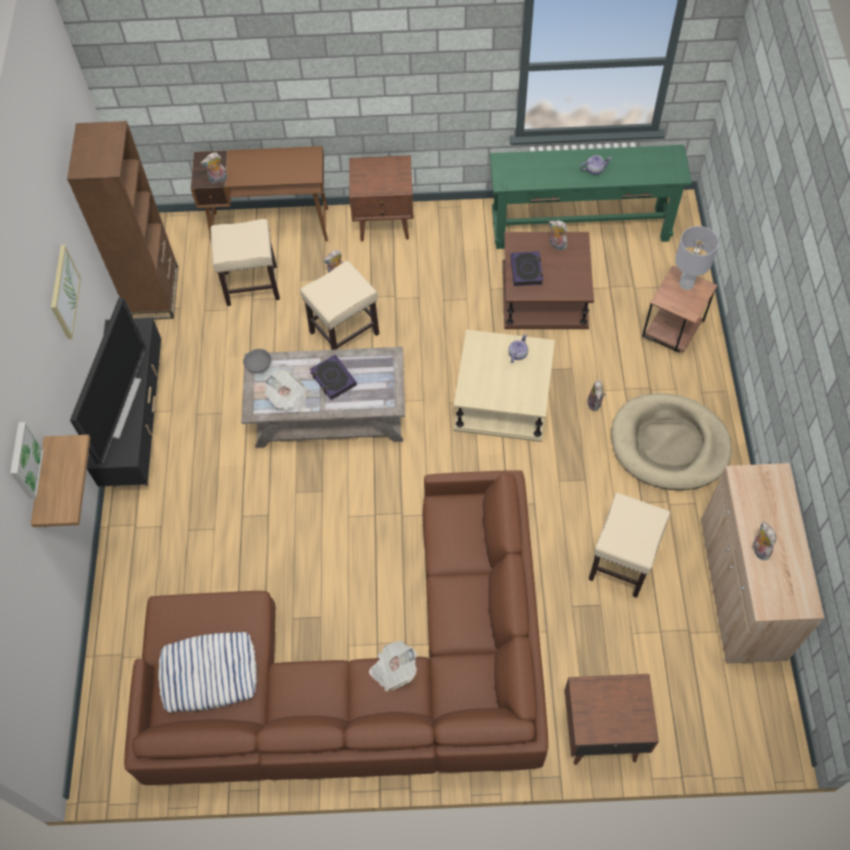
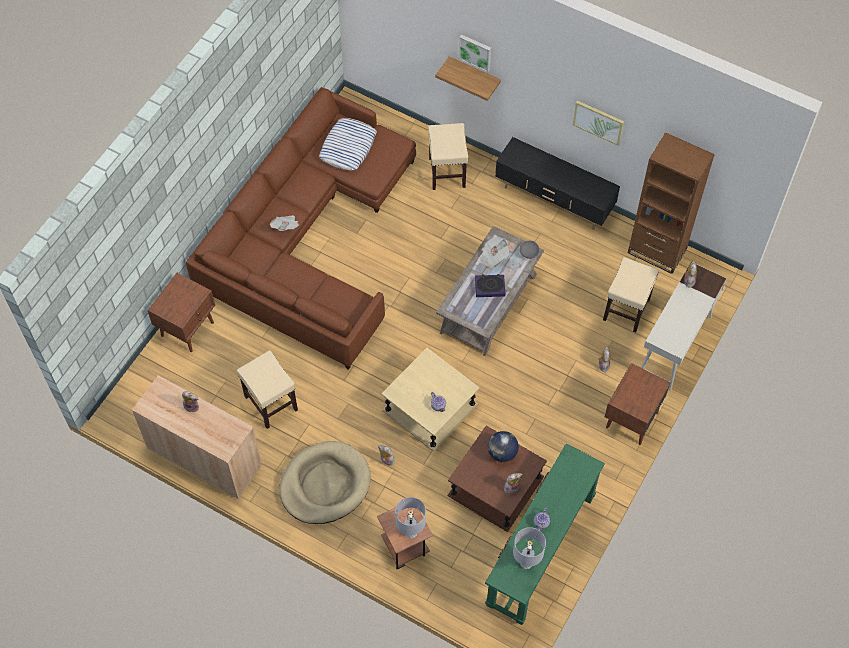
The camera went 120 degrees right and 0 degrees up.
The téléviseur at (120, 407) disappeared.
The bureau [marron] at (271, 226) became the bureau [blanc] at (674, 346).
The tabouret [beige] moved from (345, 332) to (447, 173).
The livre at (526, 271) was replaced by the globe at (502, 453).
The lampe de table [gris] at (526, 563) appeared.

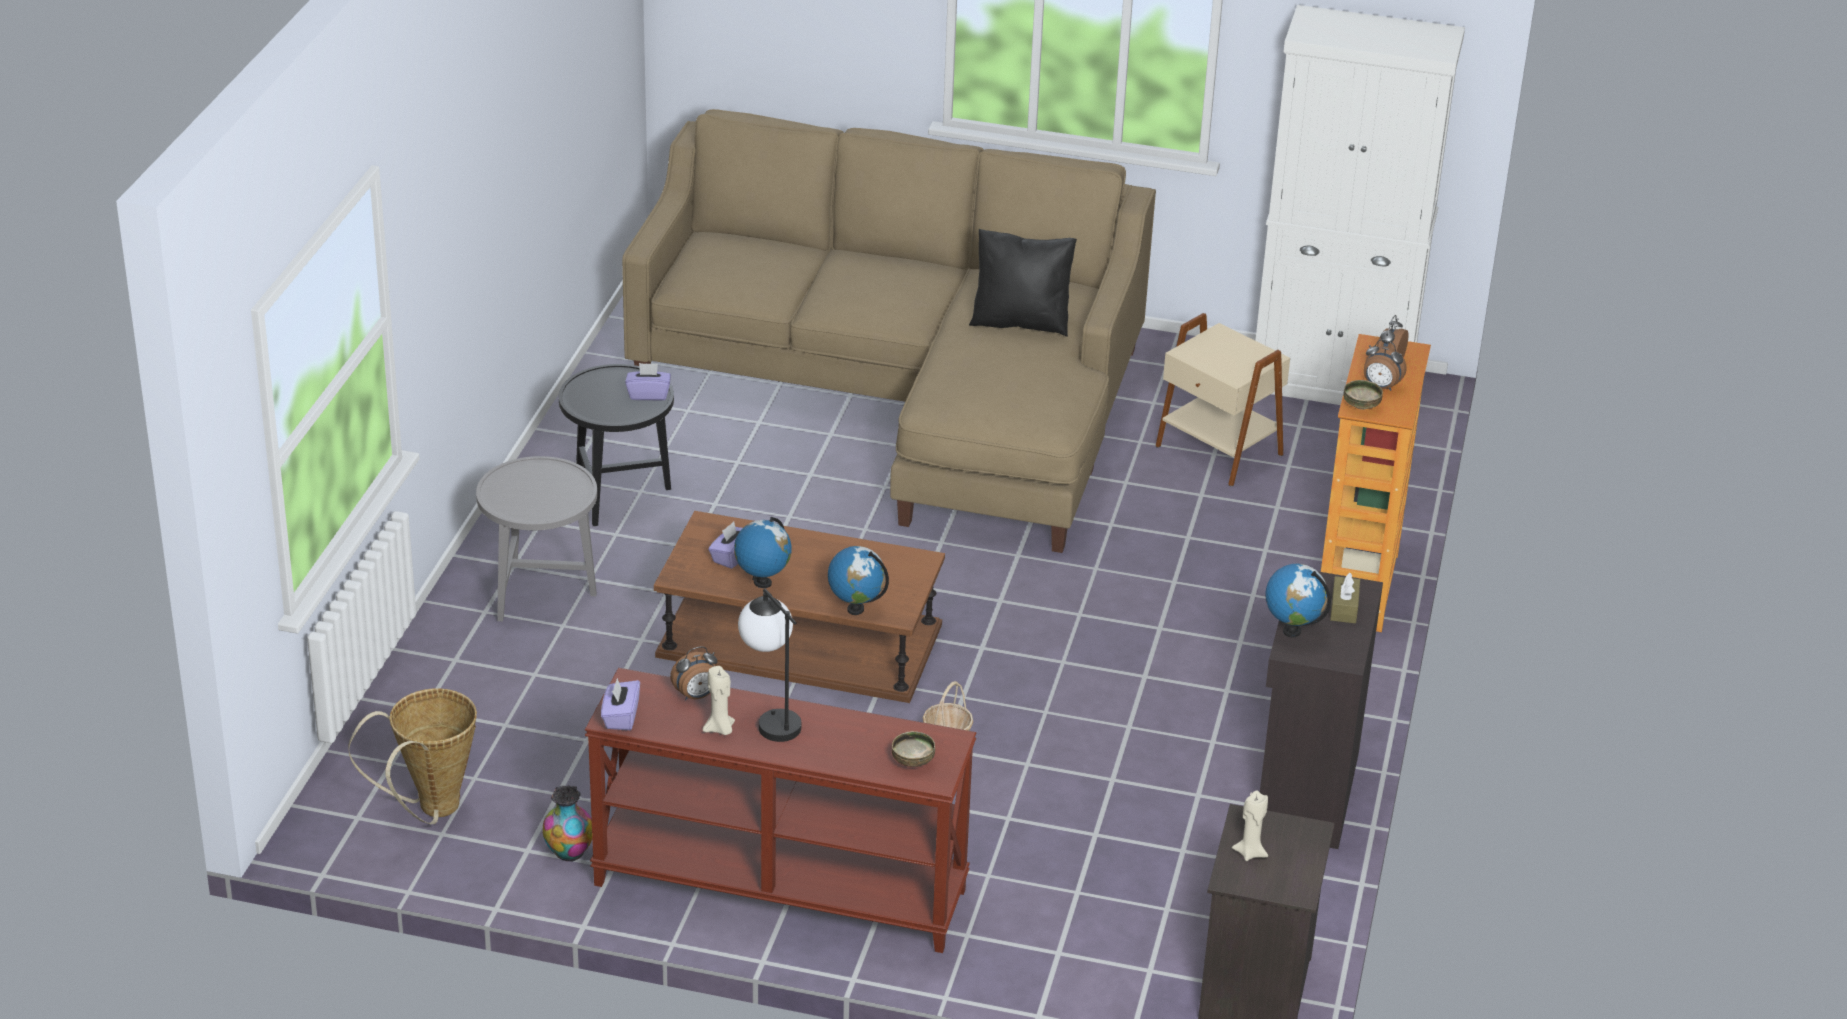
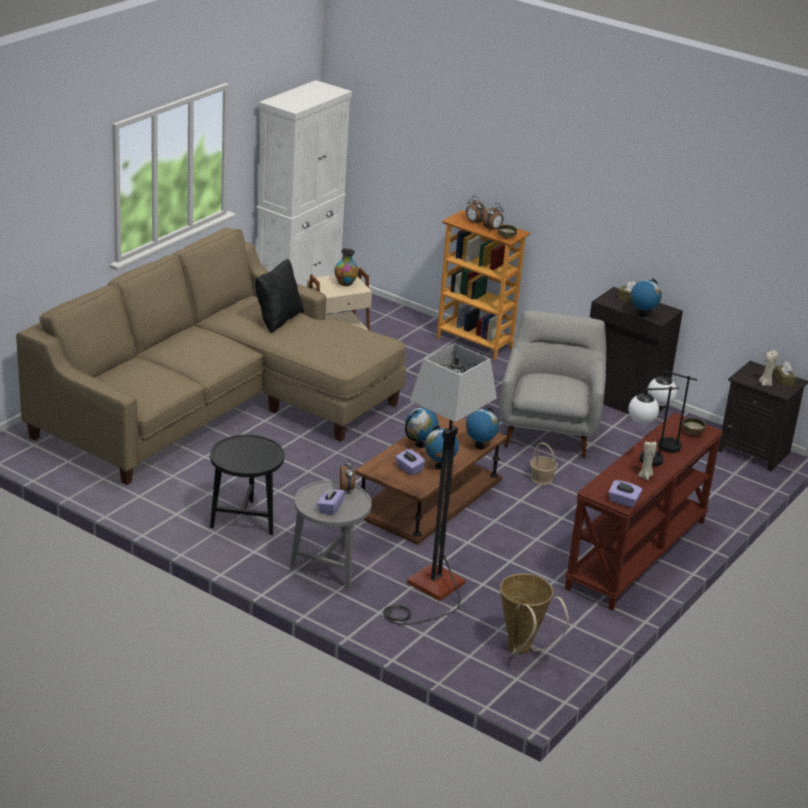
The camera went 70 degrees left and 5 degrees down.
The vase moved from (569, 853) to (345, 283).
The boîte à mouchoirs [violet] moved from (648, 394) to (330, 508).
The réveil moved from (696, 696) to (346, 490).
The lampadaire at (430, 592) appeared.
The globe at (420, 445) appeared.
The fauteuil [gris] at (548, 431) appeared.
The lampe de table at (659, 444) appeared.
The boîte à mouchoirs [marron] at (783, 380) appeared.

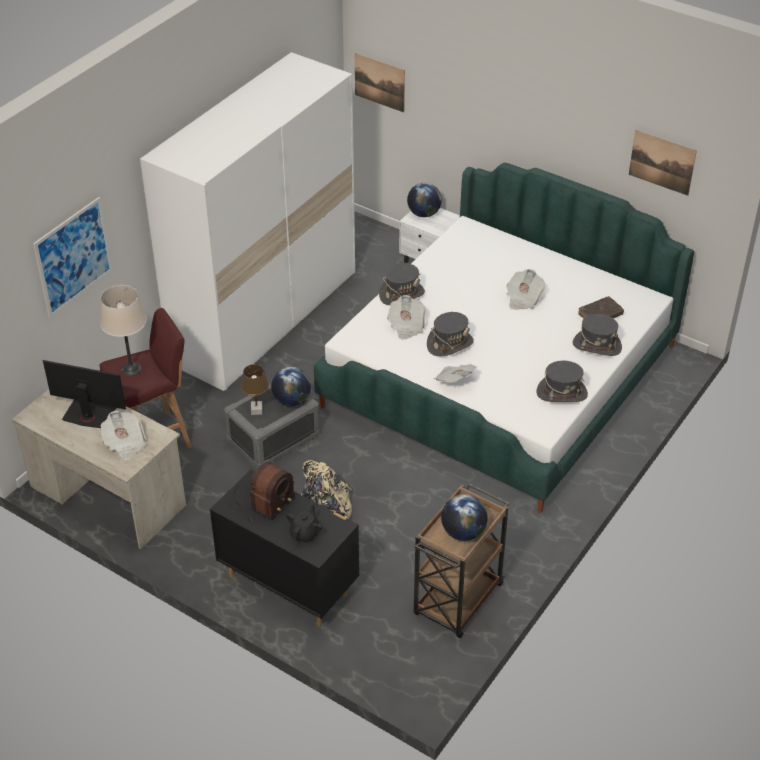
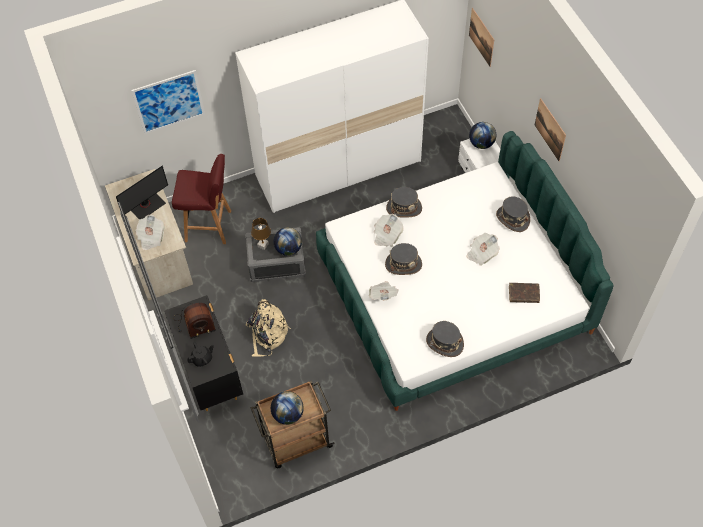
The camera went 35 degrees right and 15 degrees up.
The écran d'ordinateur at (89, 415) turned 90 degrees clockwise.
The lampe de table [beige] at (131, 369) disappeared.
The chapeau [gris] moved from (596, 345) to (512, 218).
The tableau moved from (662, 162) to (550, 129).

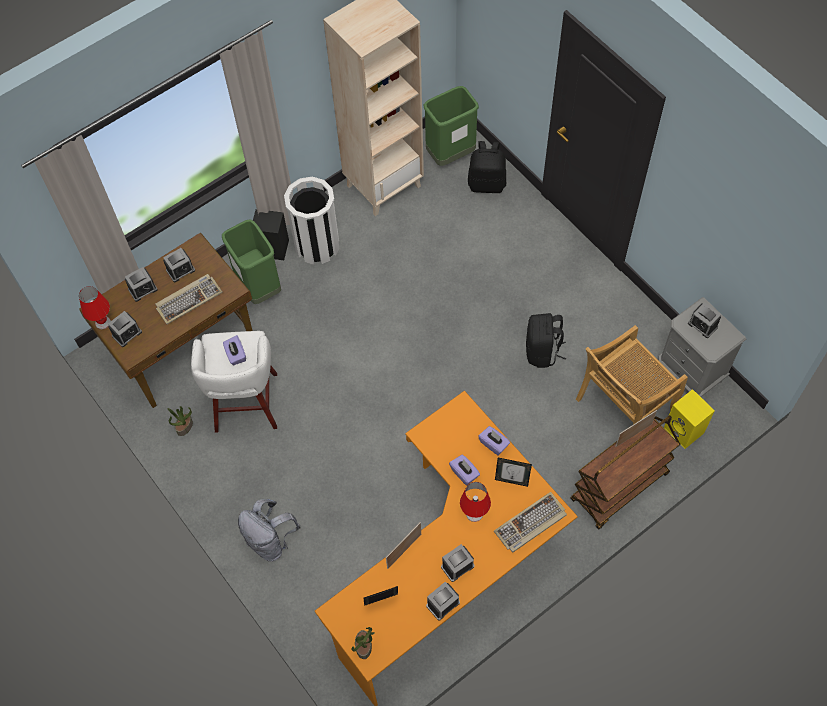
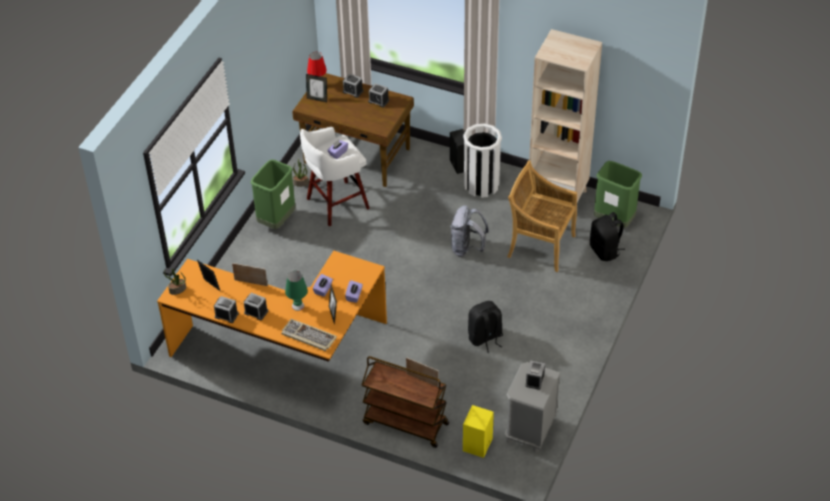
The camera went 60 degrees right and 15 degrees down.
The réveil at (127, 334) was replaced by the cadre photo at (317, 99).
The clavier at (189, 299) disappeared.
The poubelle [vert] moved from (259, 288) to (276, 220).
The sac à dos [gris] moved from (271, 540) to (467, 248).
The lampe de table [rouge] at (474, 513) became the lampe de table [vert] at (298, 306).
The chaise [beige] moved from (623, 406) to (540, 245).

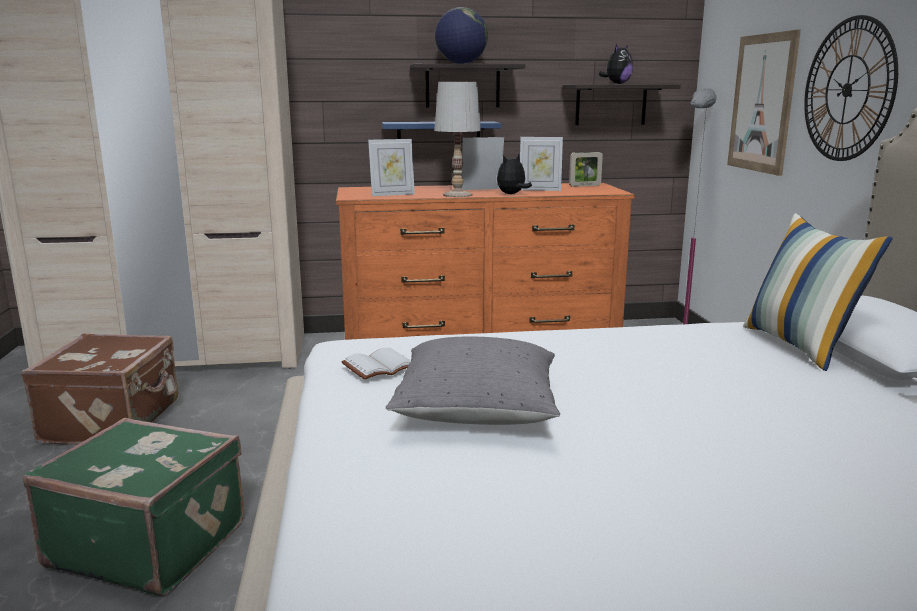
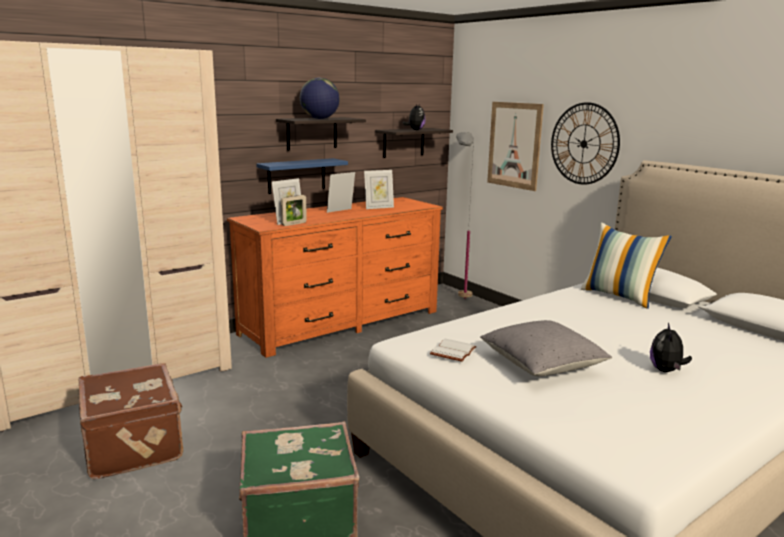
The camera went 30 degrees left and 0 degrees up.
The lampe de table [blanc] at (457, 195) disappeared.
The peluche moved from (512, 194) to (666, 370).
The cadre photo moved from (585, 186) to (294, 224).

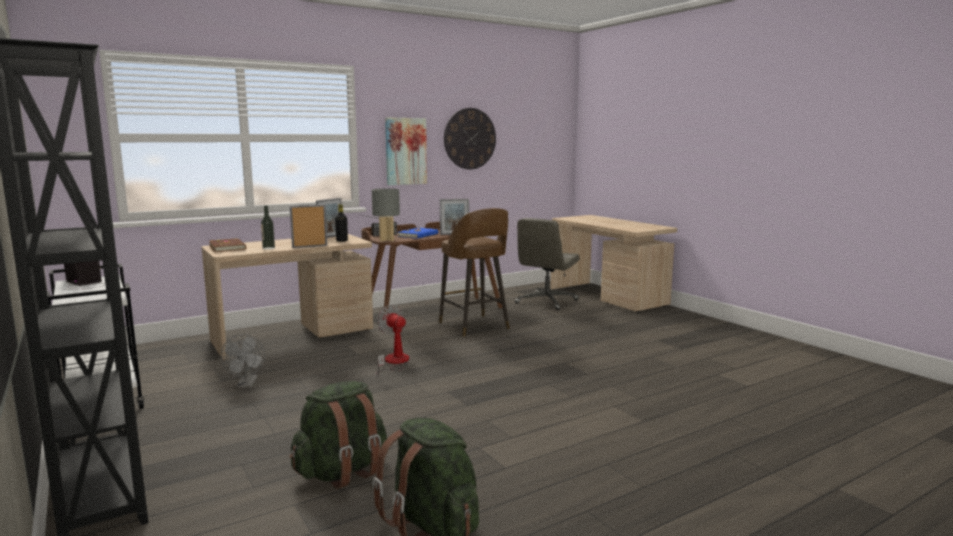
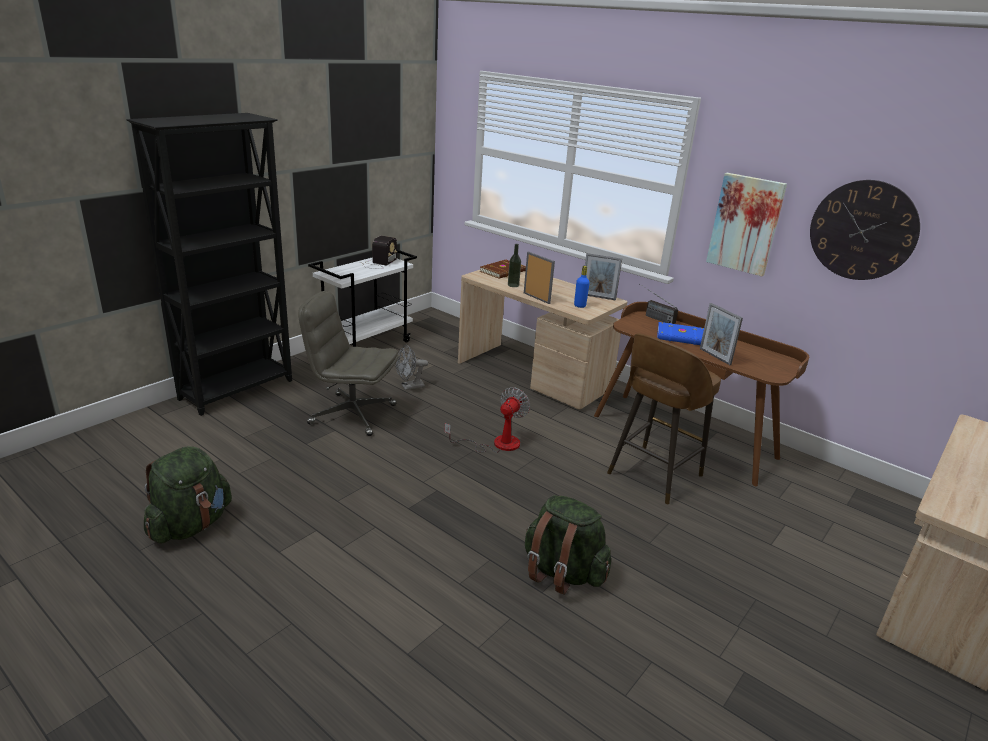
The camera went 70 degrees right and 15 degrees up.
The sac à dos [vert] moved from (342, 471) to (562, 572).
The bouteille [noir] at (342, 241) became the bouteille [bleu] at (579, 306).
The lampe de table [gris] at (386, 240) disappeared.
The chaise de bureau [gris] moved from (546, 302) to (351, 414).

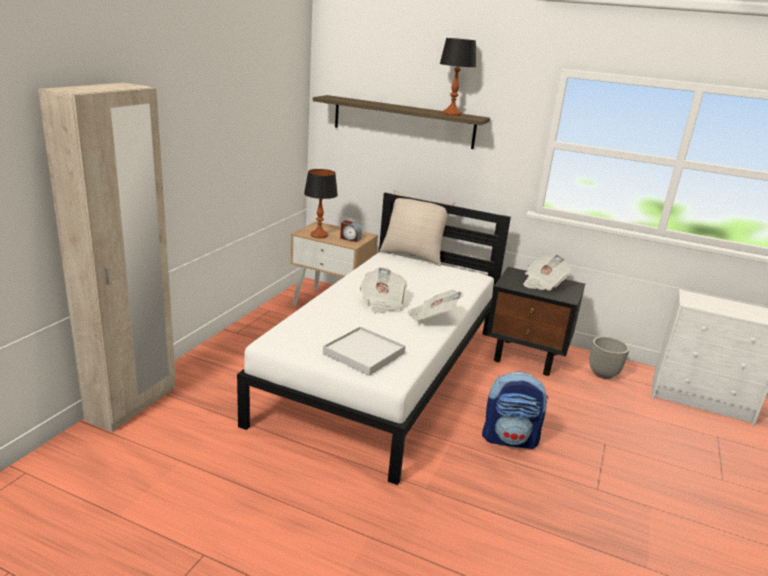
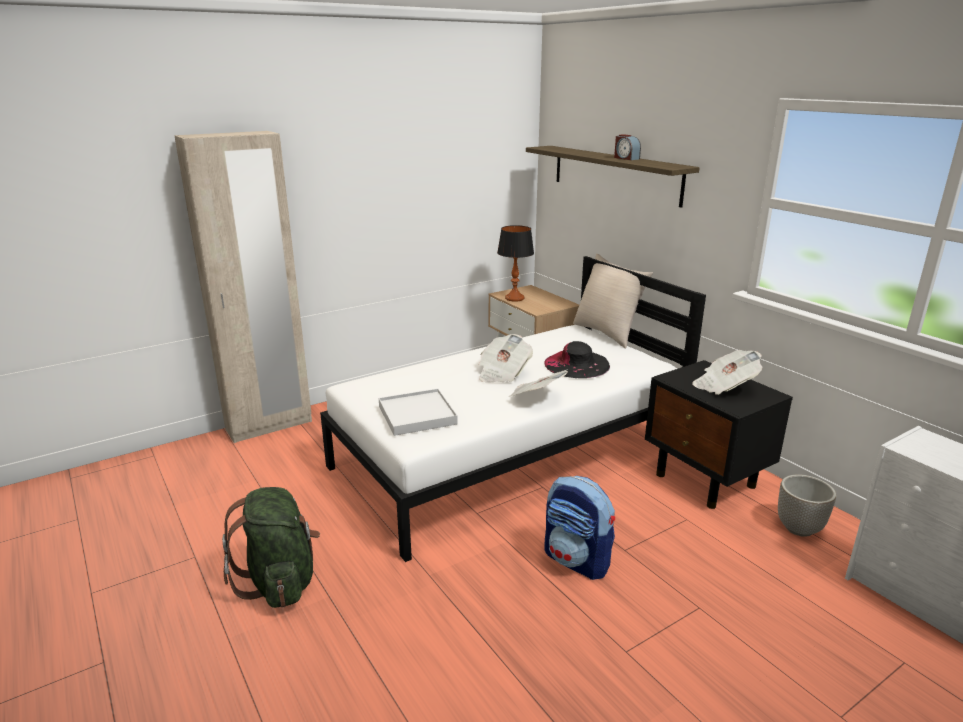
The camera went 35 degrees right and 0 degrees up.
The réveil moved from (350, 238) to (626, 158).
The lampe de table at (452, 114) disappeared.
The sac à dos [vert] at (280, 581) appeared.
The chapeau [noir] at (576, 364) appeared.

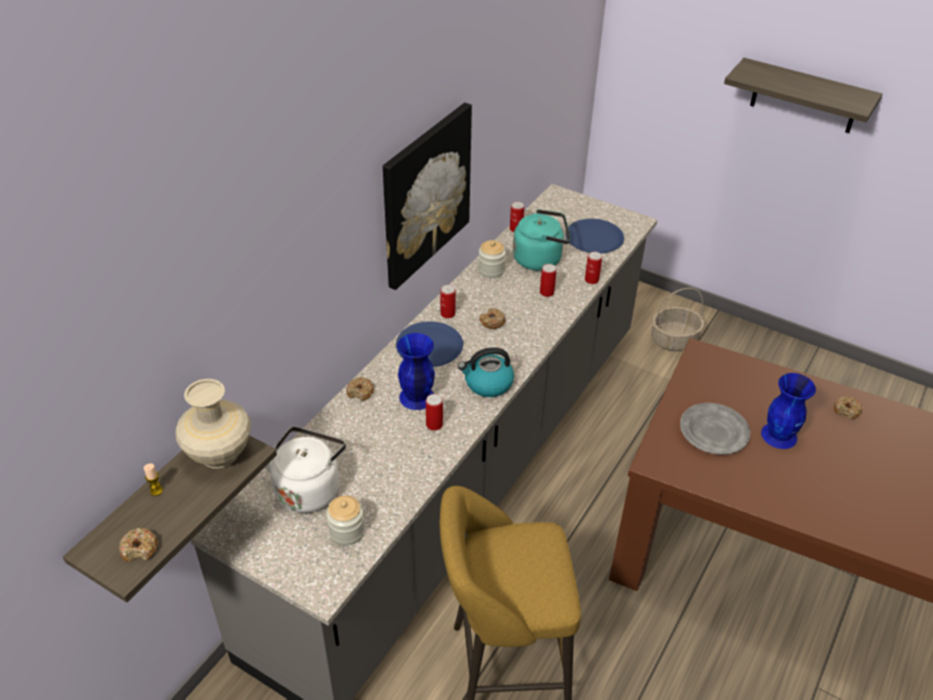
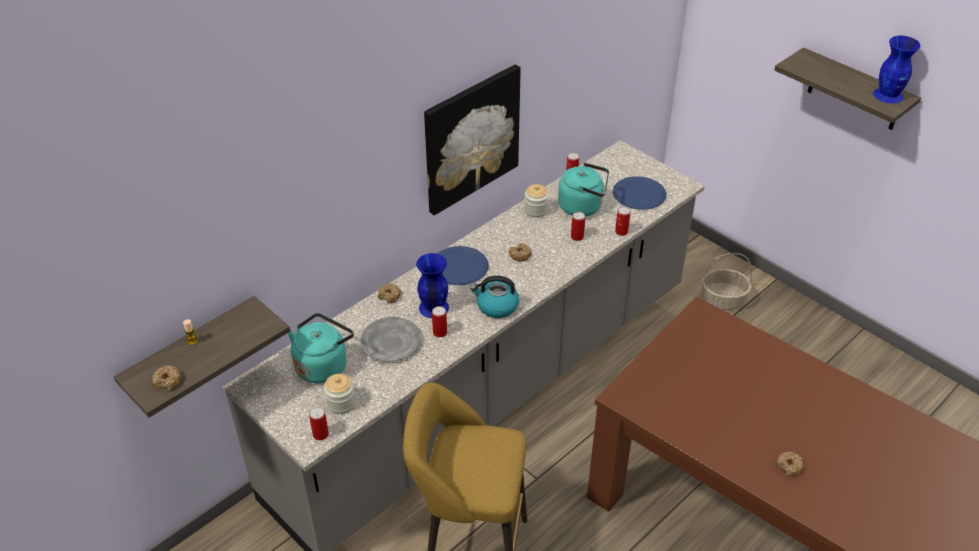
The camera went 15 degrees right and 0 degrees up.
The vase [beige] at (220, 454) disappeared.
The bouilloire [blanc] at (309, 488) became the bouilloire [turquoise] at (323, 365).
The boîte métallique moved from (447, 314) to (320, 434).
The assiette [gris] moved from (713, 431) to (390, 342).
The vase [bleu] moved from (779, 436) to (888, 95).
The beignet moved from (846, 411) to (789, 466).

